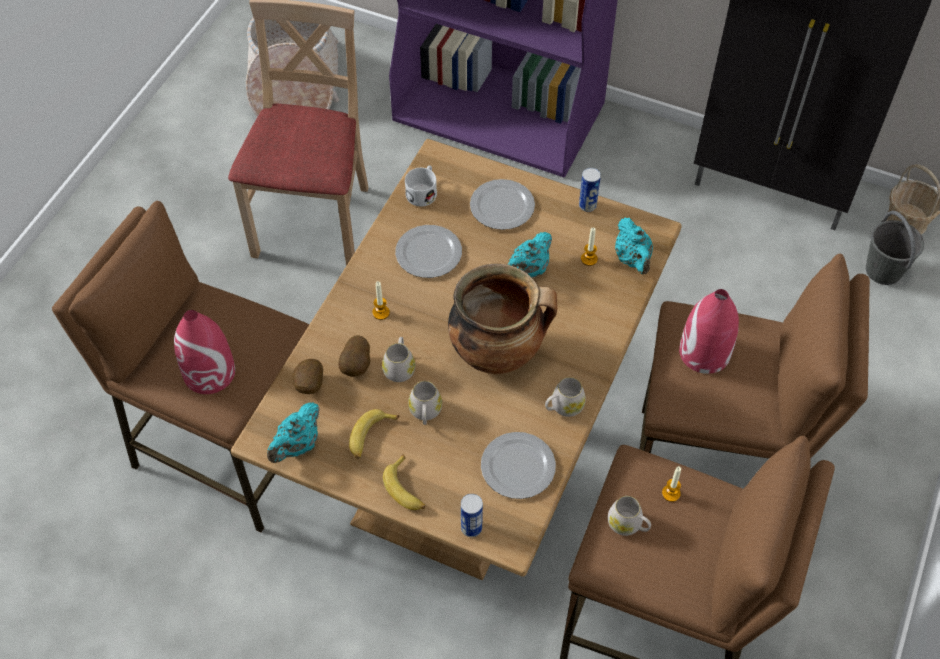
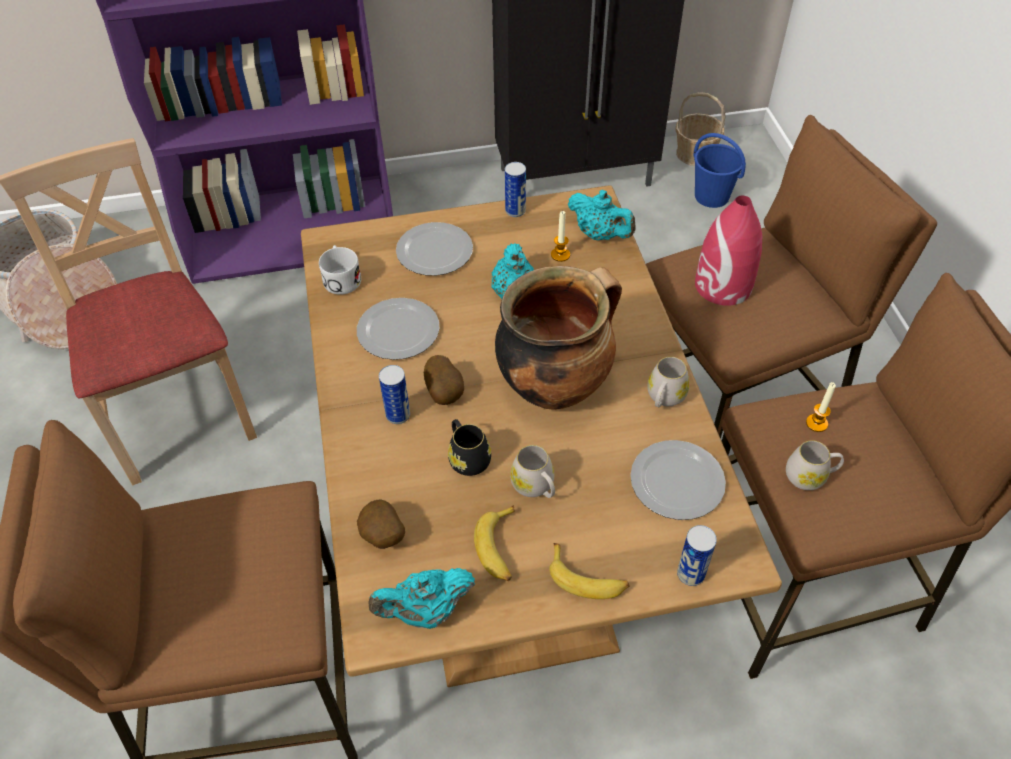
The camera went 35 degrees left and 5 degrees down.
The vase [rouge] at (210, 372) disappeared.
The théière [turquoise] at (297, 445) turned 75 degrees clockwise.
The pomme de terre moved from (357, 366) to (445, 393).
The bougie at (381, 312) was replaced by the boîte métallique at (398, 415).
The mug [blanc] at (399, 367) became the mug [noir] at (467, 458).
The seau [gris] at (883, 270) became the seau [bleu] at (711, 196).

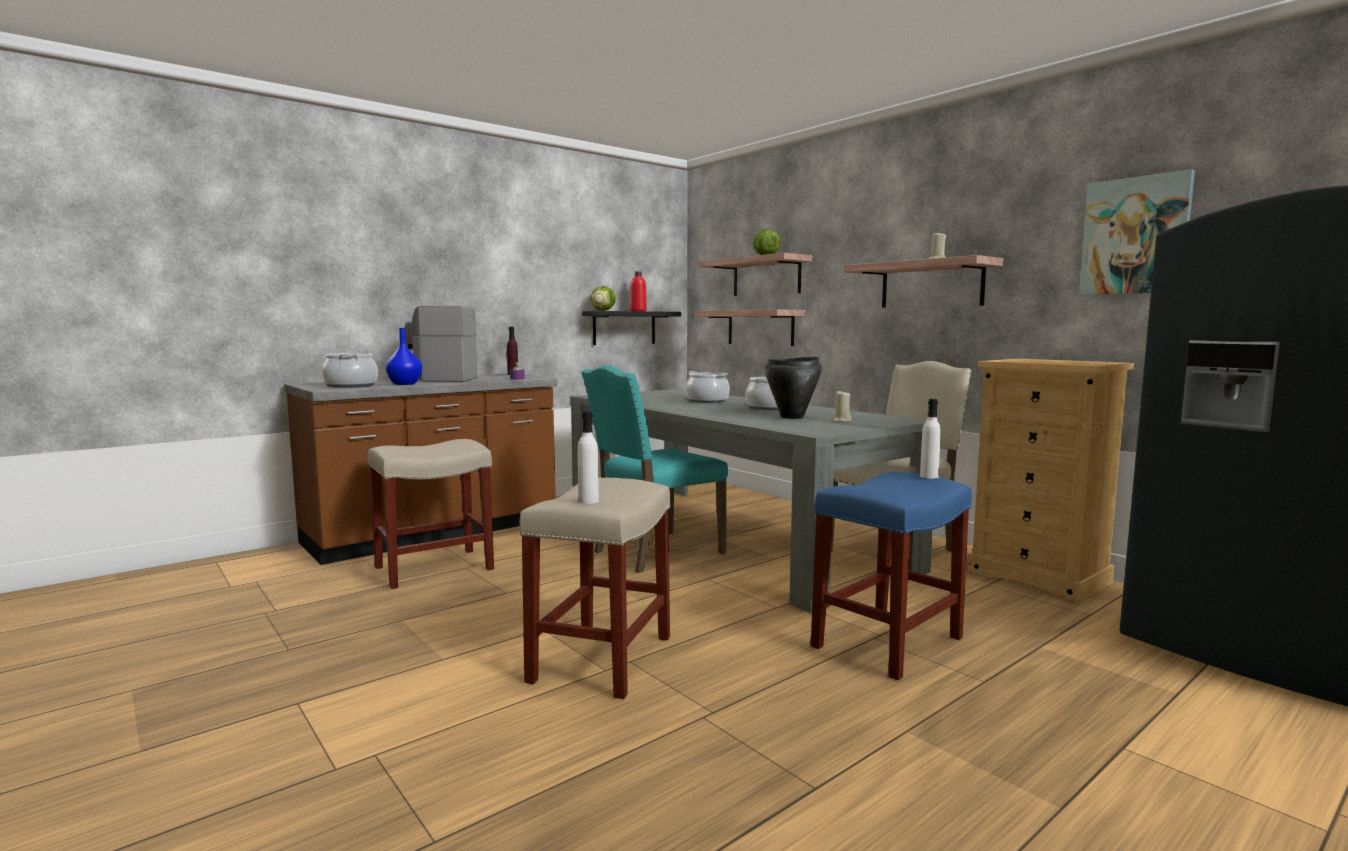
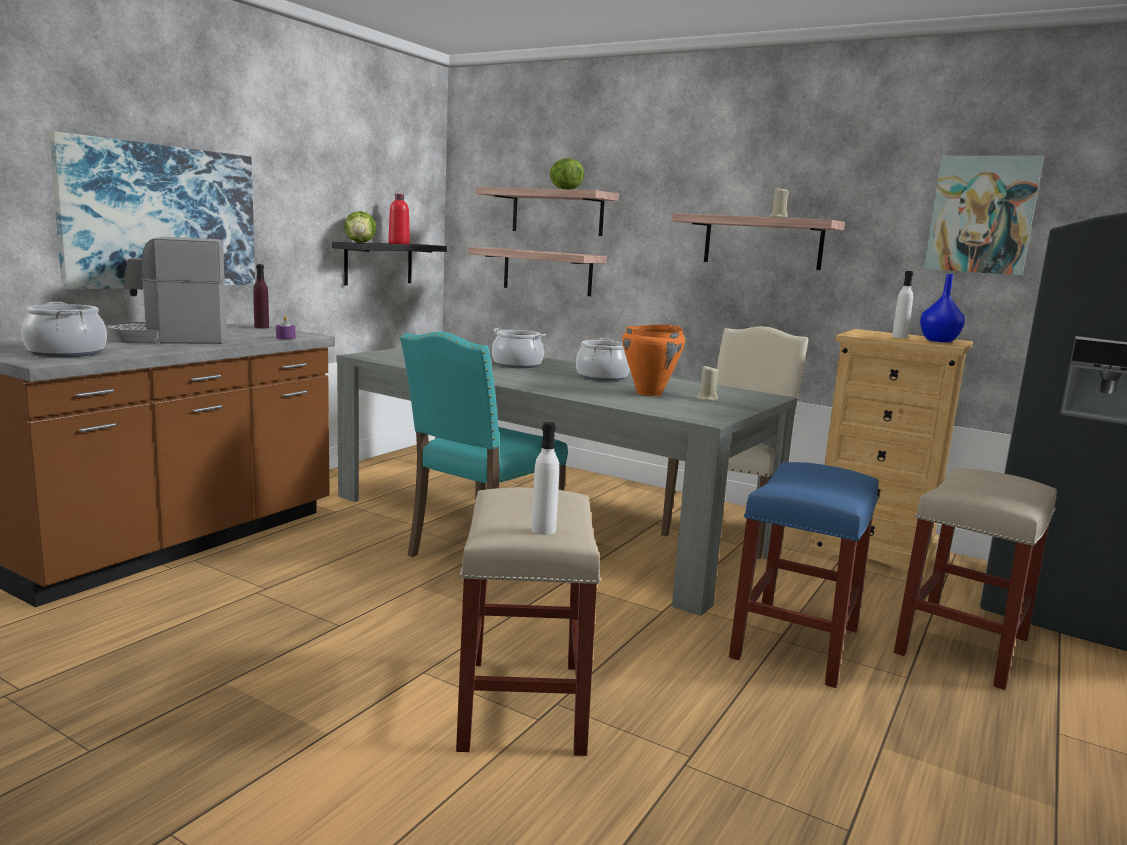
The camera went 20 degrees left and 5 degrees up.
The tabouret [beige] moved from (436, 567) to (962, 644).
The vase [bleu] moved from (404, 384) to (938, 341).
The marmite [noir] at (792, 417) became the marmite [orange] at (650, 394).
The bouteille [blanc] moved from (929, 476) to (899, 337).
The tableau at (161, 217) appeared.

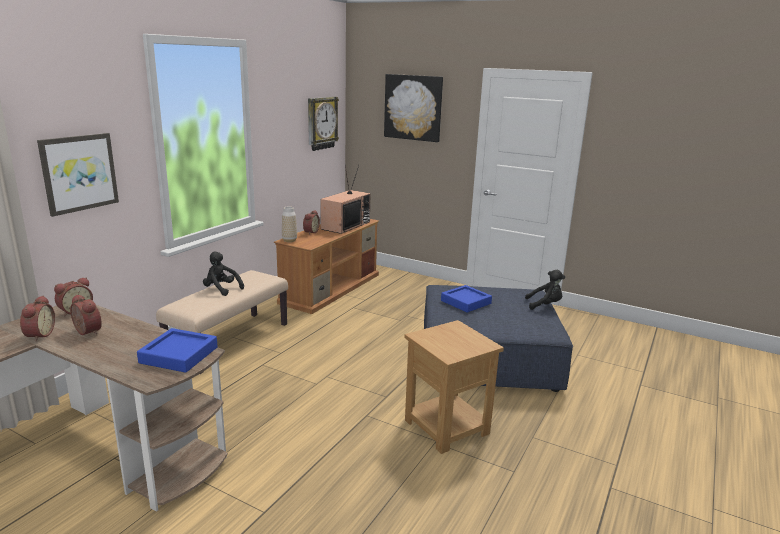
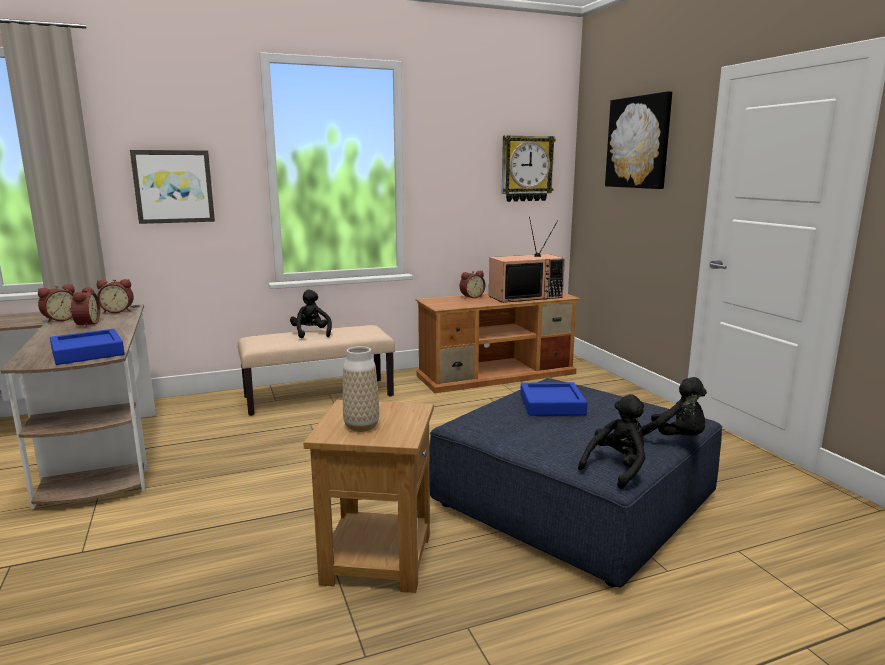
The camera went 40 degrees right and 5 degrees down.
The vase moved from (289, 240) to (361, 426).
The peluche [noir] at (617, 469) appeared.

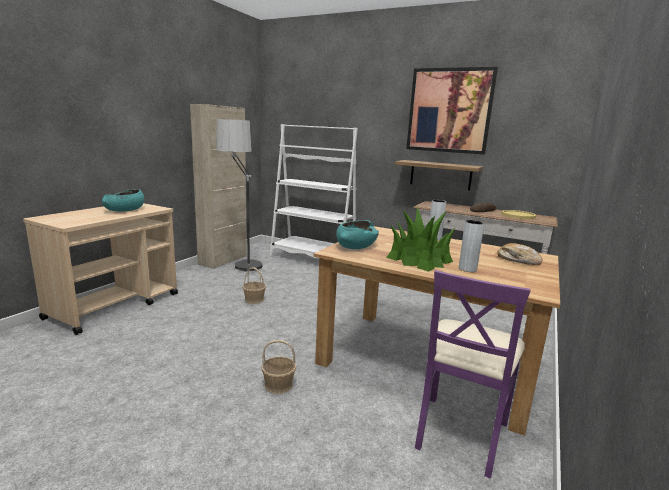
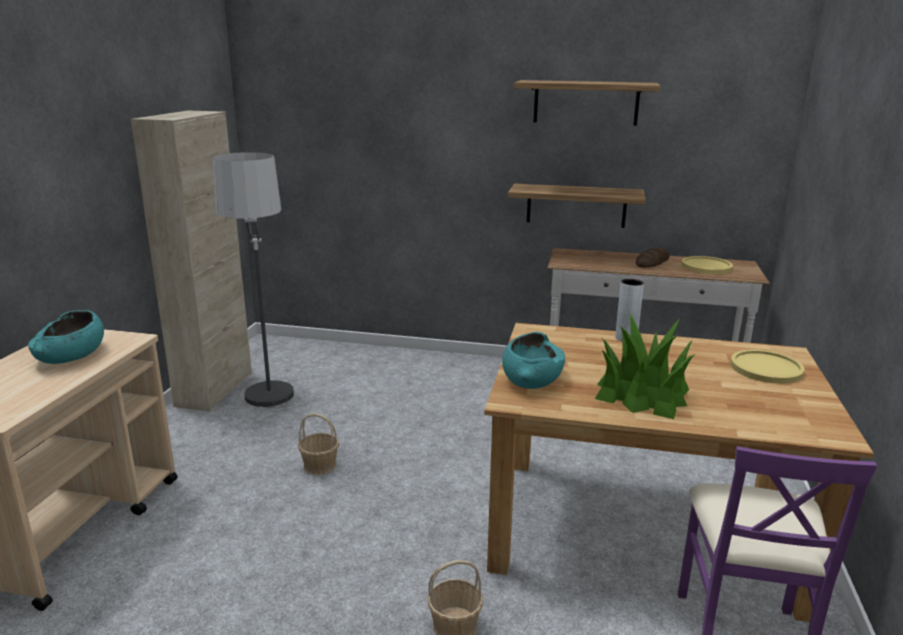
The camera went 15 degrees left and 5 degrees up.
The bibliothèque [blanc] at (312, 259) disappeared.
The tableau at (449, 111) was replaced by the étagère at (586, 102).
The vase [gris] at (467, 269) disappeared.
The pain at (518, 260) was replaced by the assiette [jaune] at (766, 368).

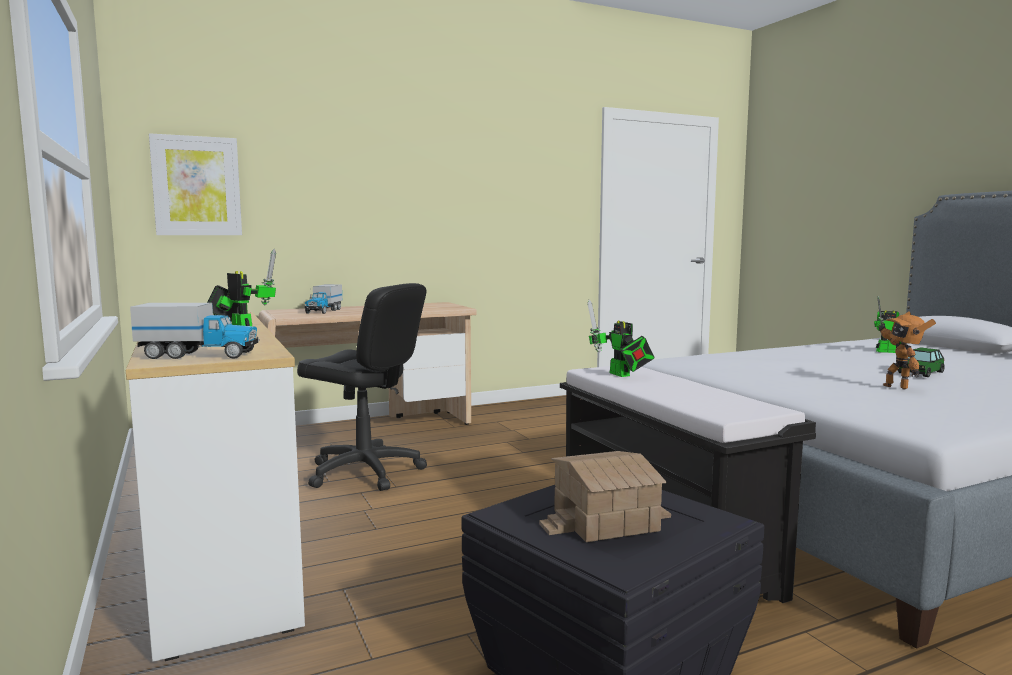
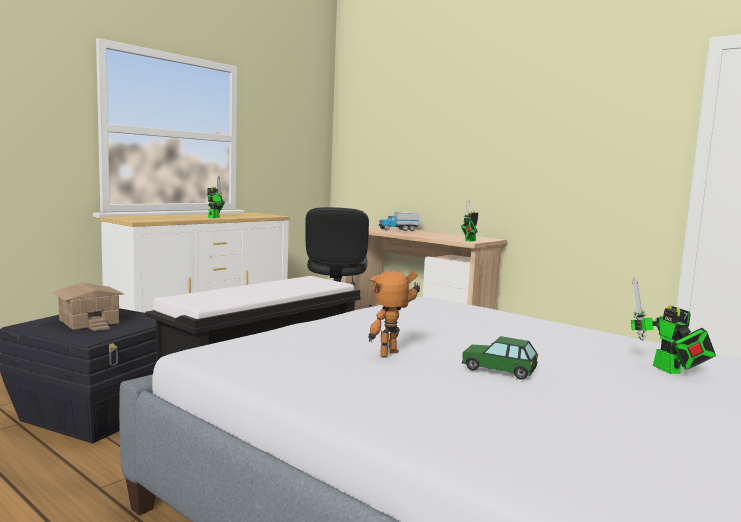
The camera went 65 degrees right and 0 degrees up.
The camion jouet at (199, 355) disappeared.
The tableau at (196, 186) disappeared.
The robot jouet moved from (621, 375) to (469, 240).

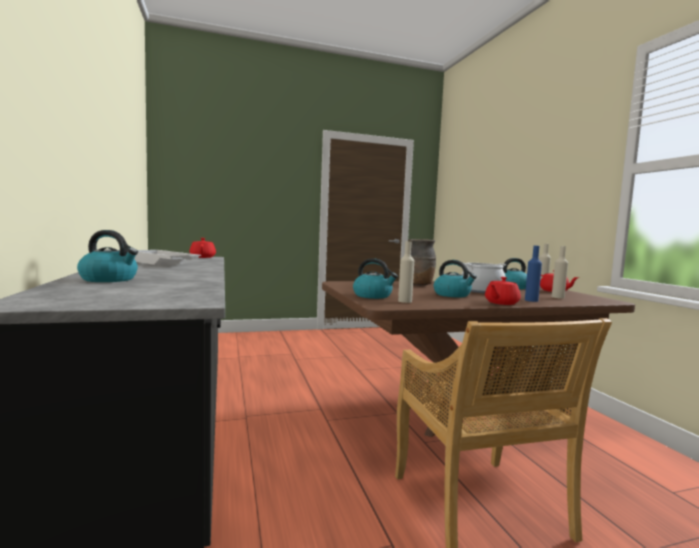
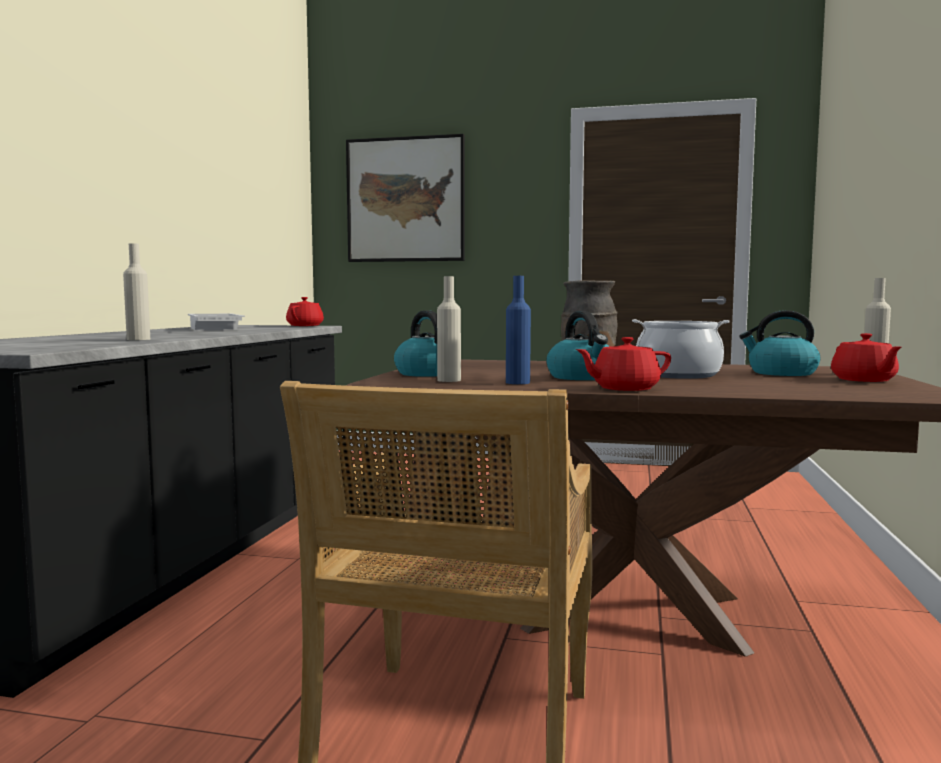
The camera went 30 degrees right and 0 degrees up.
The bouilloire at (110, 279) disappeared.
The bouteille [bleu] moved from (531, 300) to (517, 382).
The bouteille [beige] moved from (557, 297) to (138, 339).
The tableau at (405, 200) appeared.

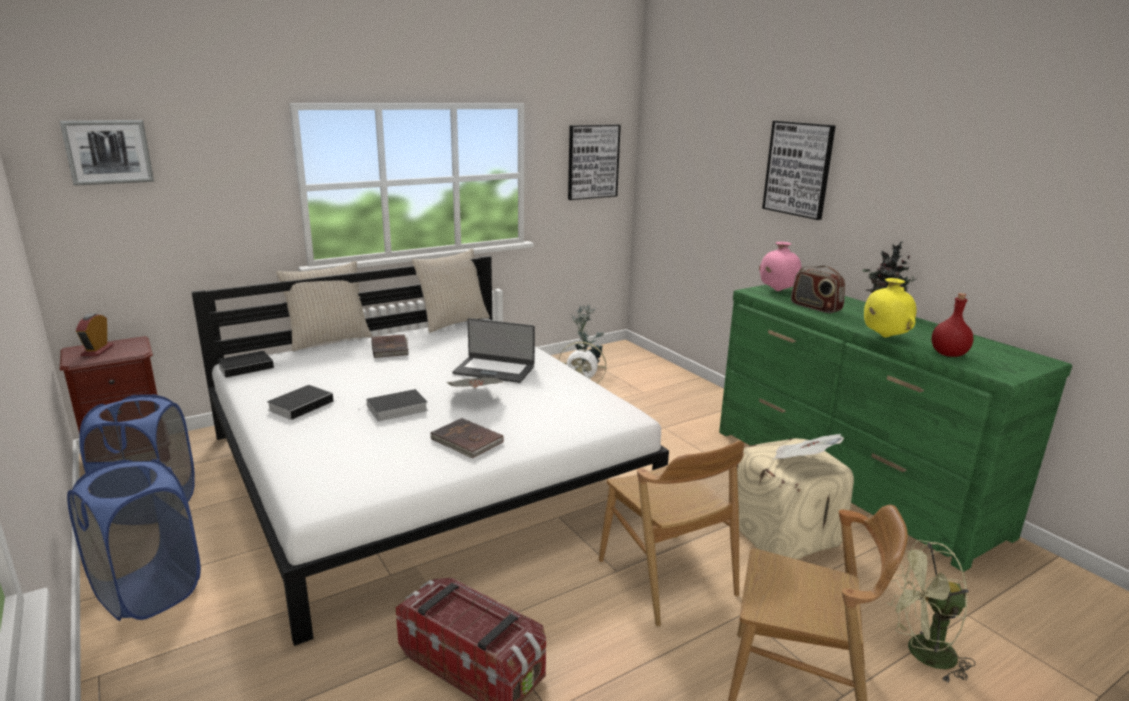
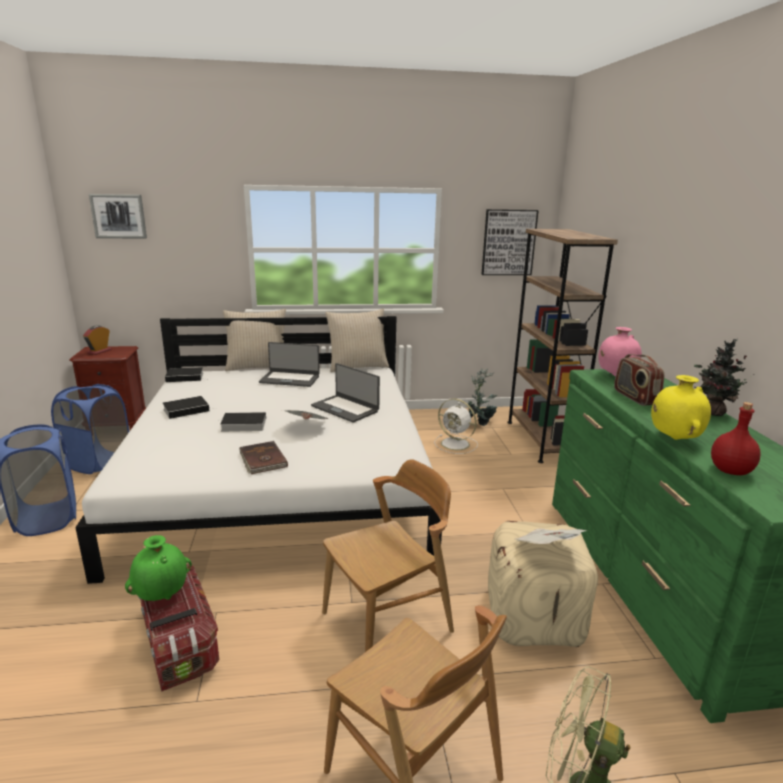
The camera went 25 degrees right and 0 degrees up.
The livre [marron] at (390, 348) was replaced by the ordinateur portable at (290, 379).
The chaise [marron] at (666, 578) turned 120 degrees counterclockwise.
The tableau at (798, 169) disappeared.
The vase [vert] at (163, 595) appeared.
The bibliothèque [marron] at (541, 440) appeared.

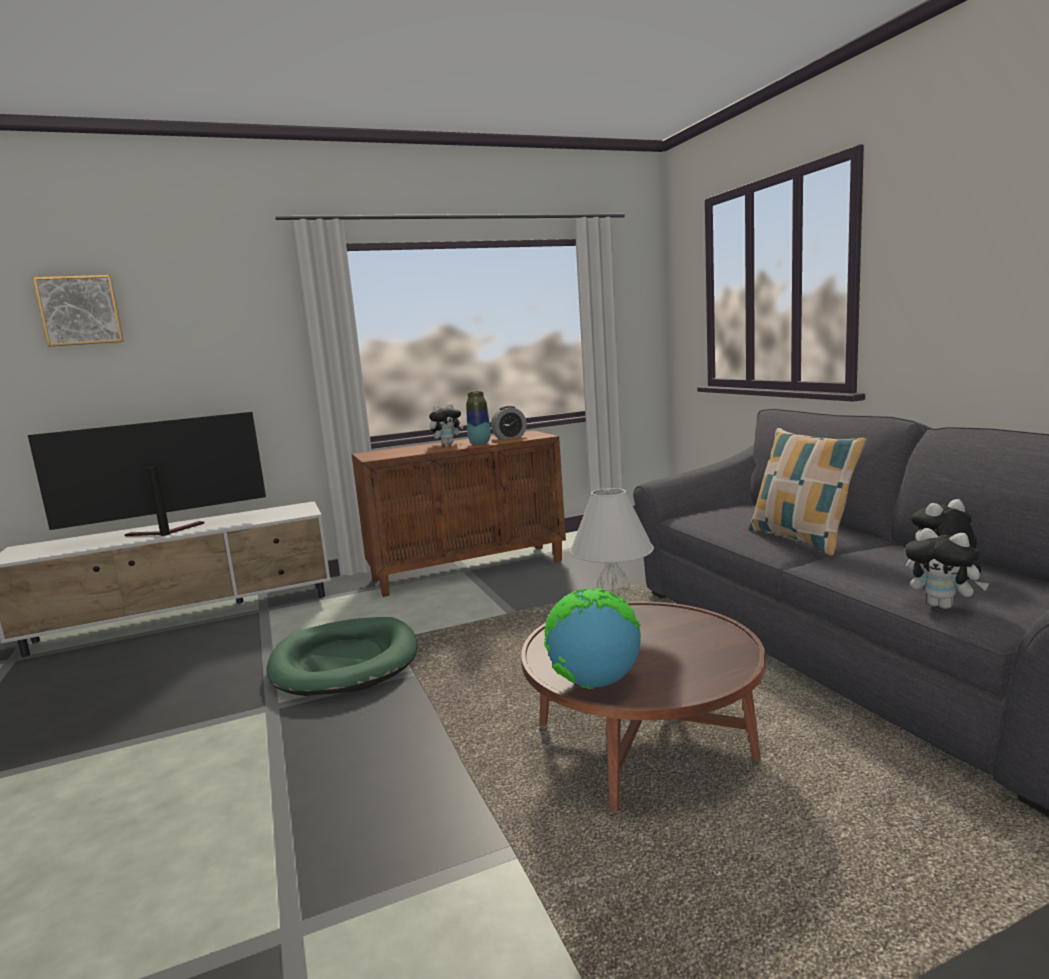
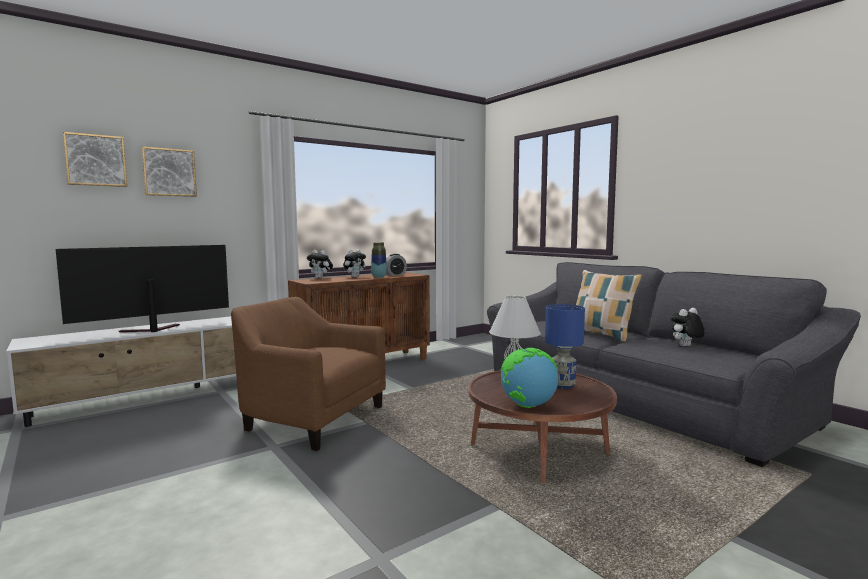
The camera went 15 degrees left and 5 degrees down.
The panier pour chien [vert] at (345, 662) was replaced by the fauteuil [marron] at (310, 419).
The peluche moved from (942, 605) to (320, 278).
The tableau at (169, 172) appeared.
The lampe de table [bleu] at (562, 385) appeared.

